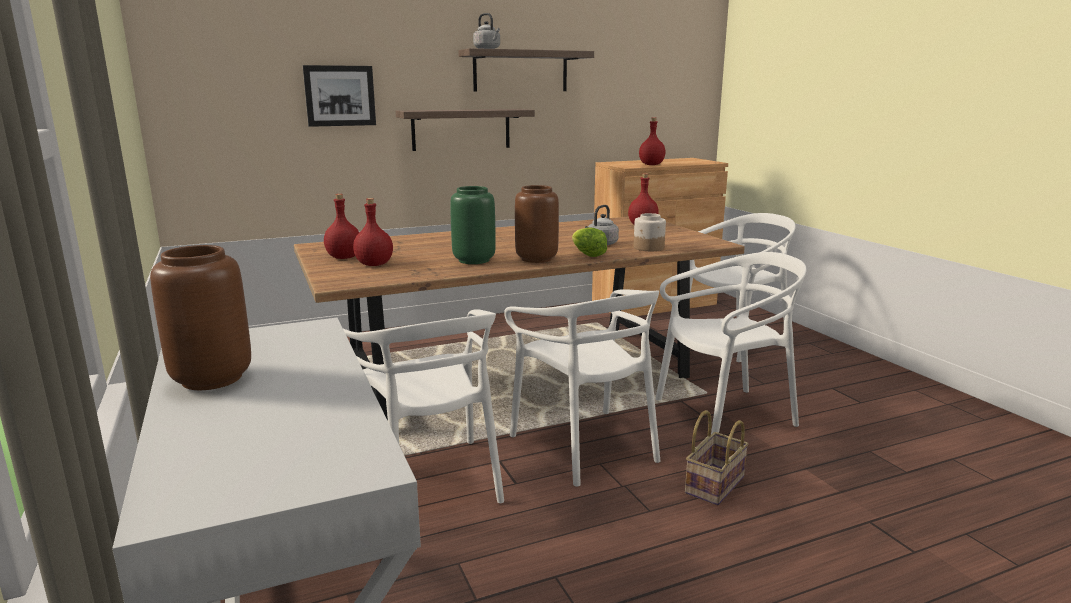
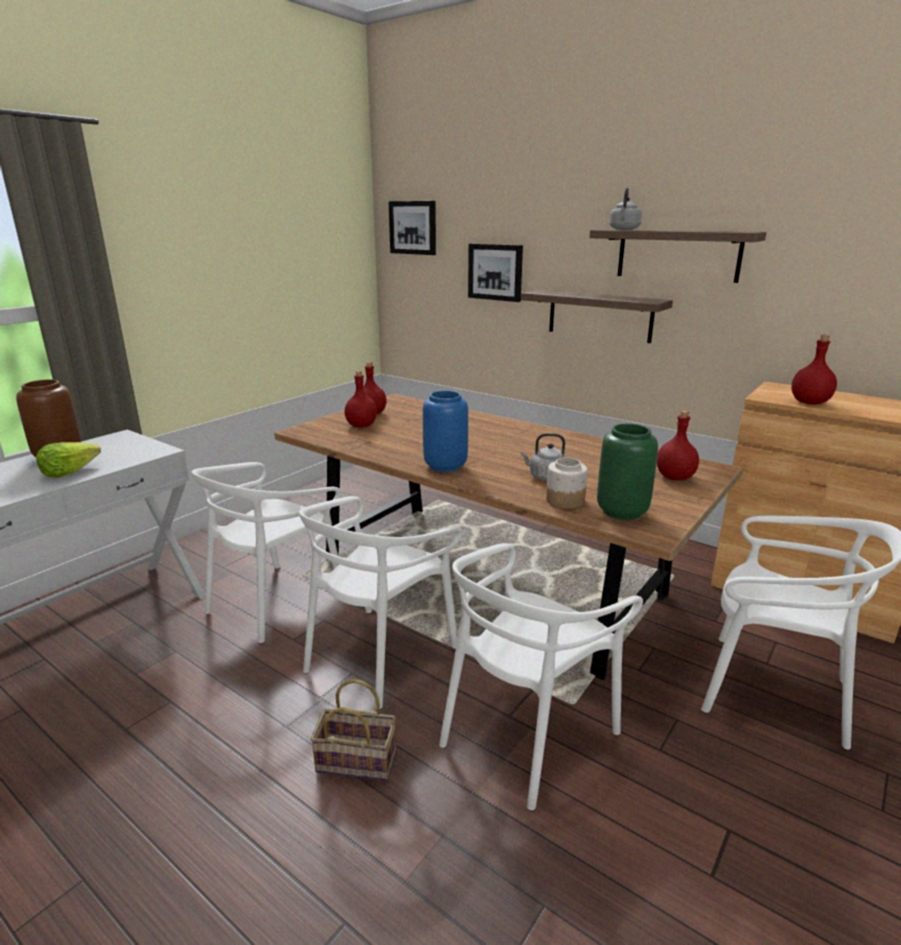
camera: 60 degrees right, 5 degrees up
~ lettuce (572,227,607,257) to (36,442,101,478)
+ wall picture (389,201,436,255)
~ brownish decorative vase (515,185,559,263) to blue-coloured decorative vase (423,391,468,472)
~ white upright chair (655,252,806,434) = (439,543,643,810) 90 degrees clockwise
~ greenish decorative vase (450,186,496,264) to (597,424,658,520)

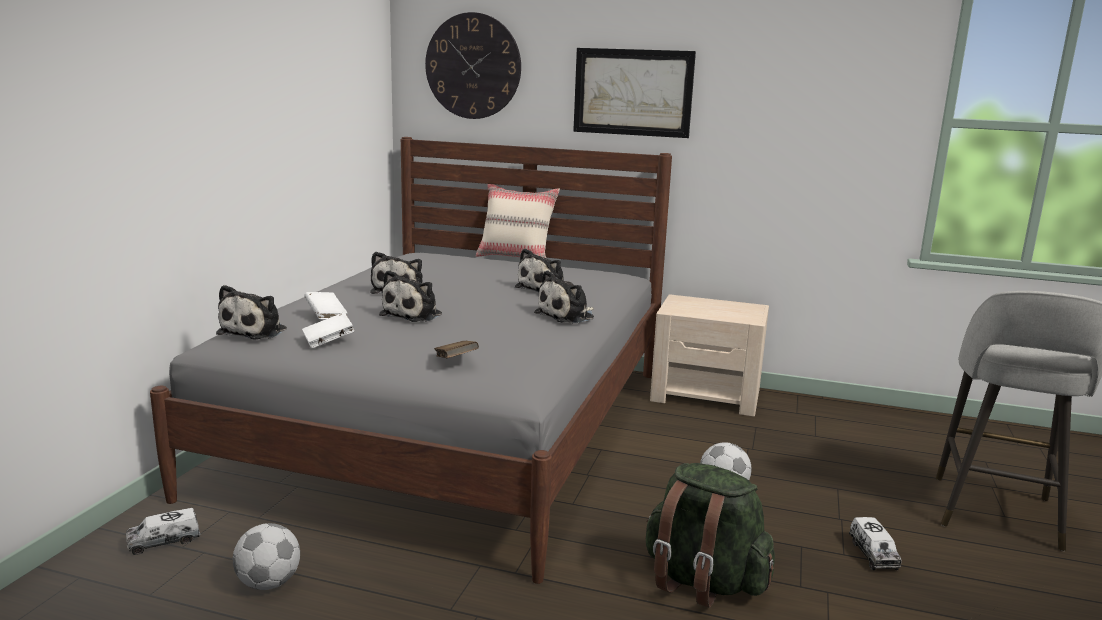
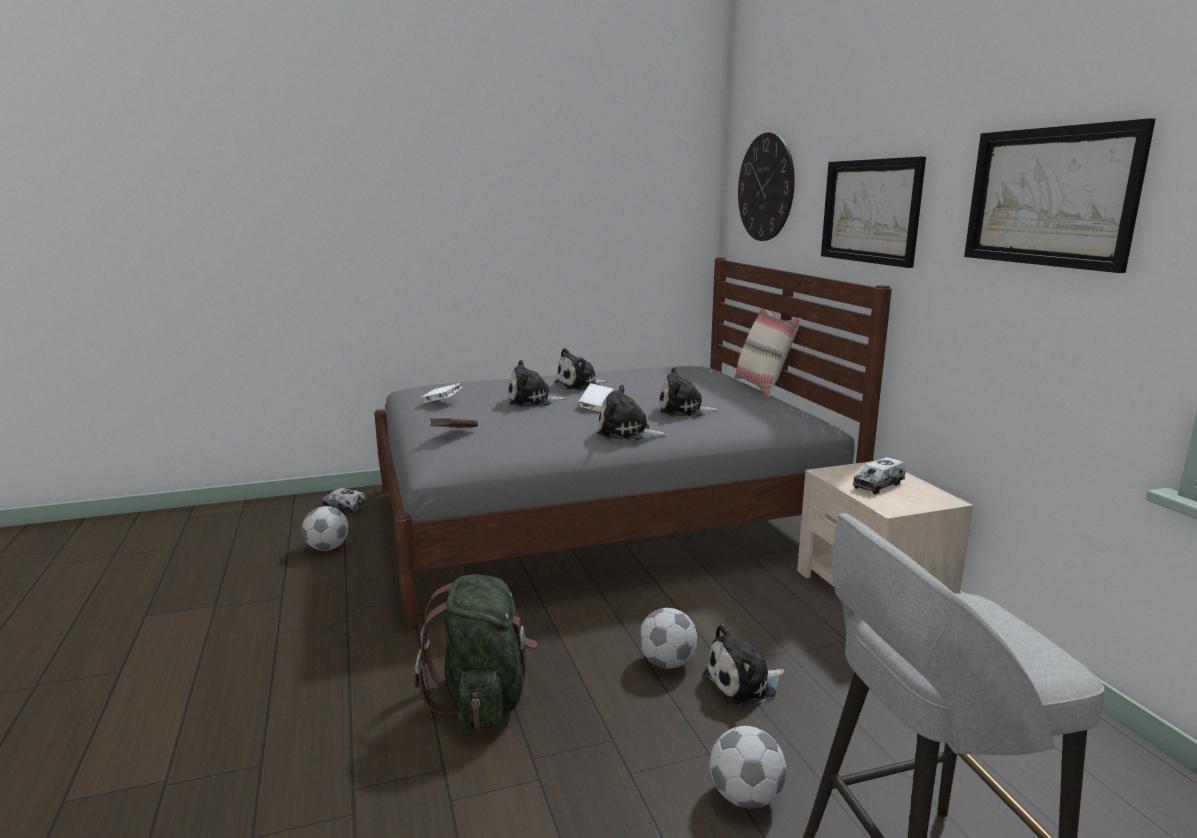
camera: 55 degrees right, 0 degrees up
~ white volume (304,292,347,319) to (577,383,613,412)
~ soft toy (216,285,287,339) to (704,624,785,707)
+ football (710,726,786,808)
~ toy truck (849,517,902,570) to (853,457,906,495)
+ wall picture (964,118,1155,273)

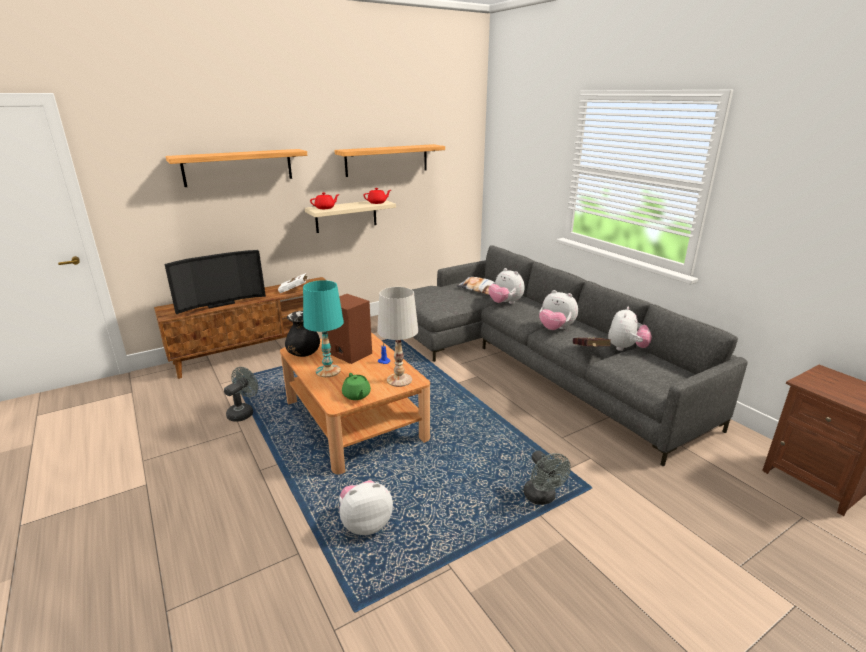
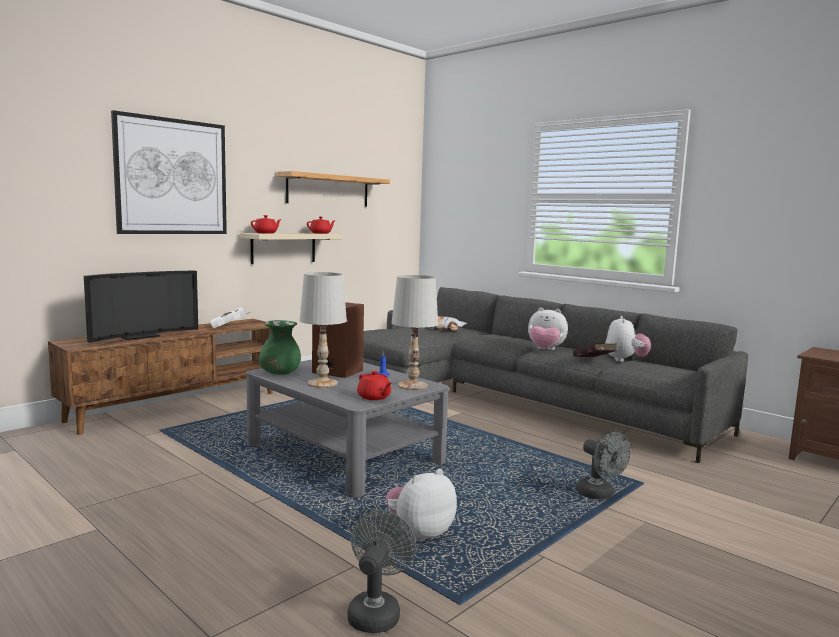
camera: 15 degrees left, 15 degrees down
~ wall shelf (166,149,307,187) to wall picture (111,110,227,234)
~ brownish lounge table (280,332,430,475) to grey lounge table (246,360,449,497)
~ blackish decorative vase (285,311,320,357) to greenish decorative vase (259,320,301,375)
~ turquoise tabletop lamp (303,280,344,377) to white tabletop lamp (299,272,347,388)
~ grey cooling fan (224,367,258,422) to (347,510,416,633)
~ greenish tea pot (342,373,371,400) to red tea pot (357,371,392,400)
- soft toy (488,268,524,304)

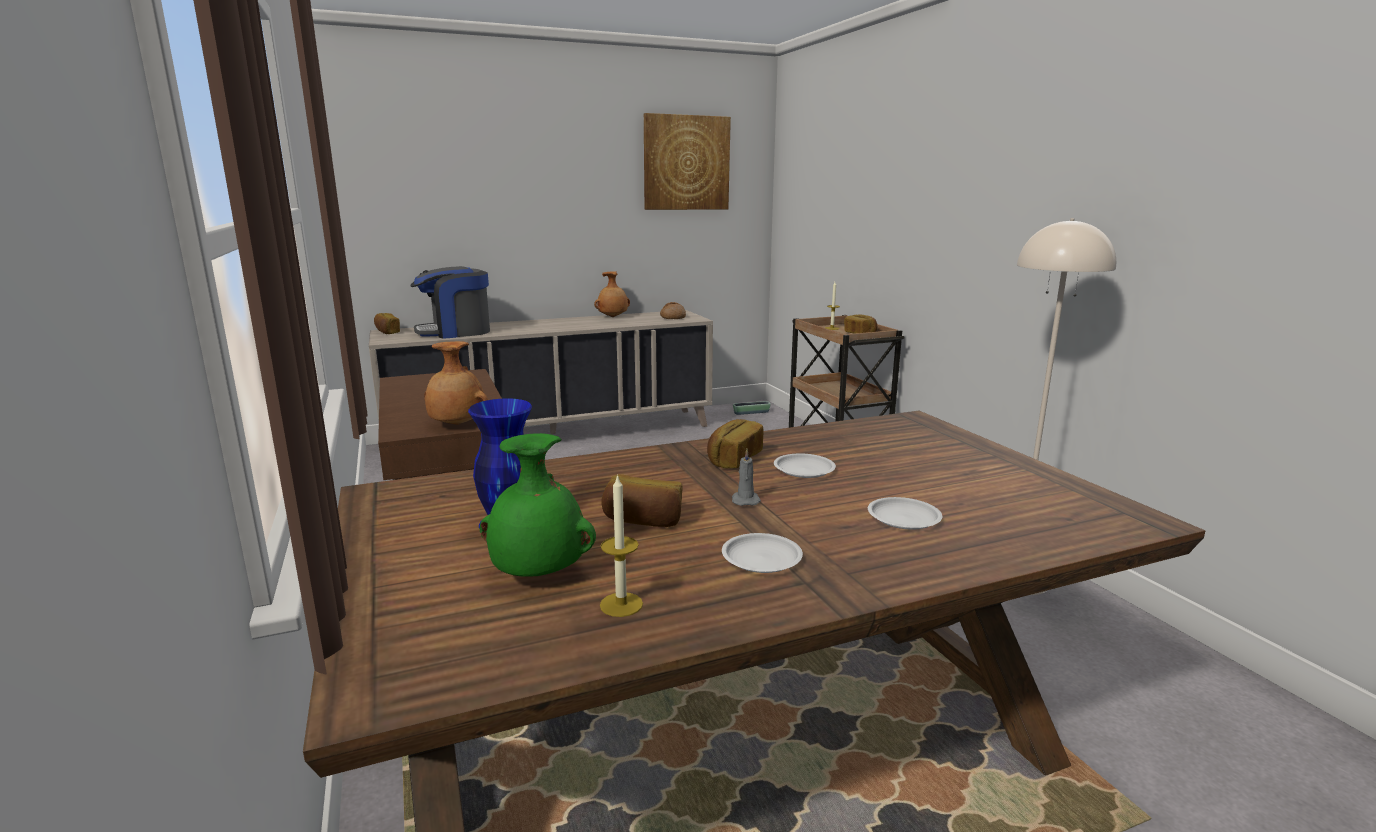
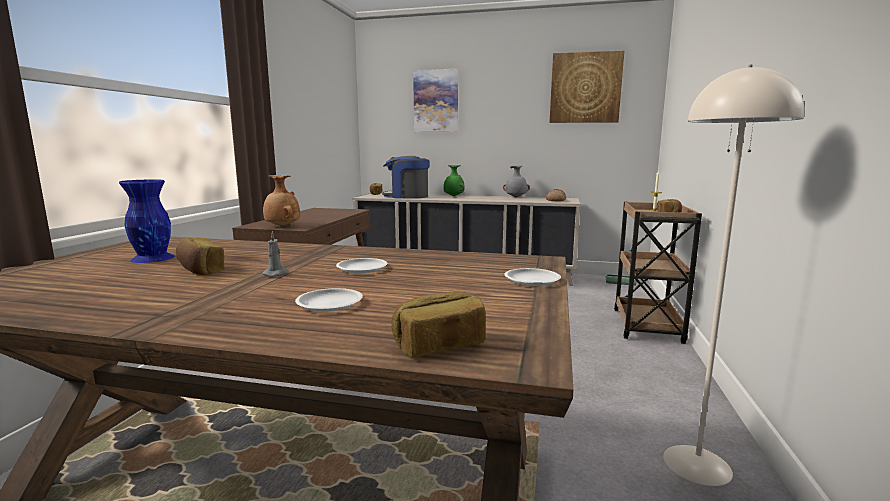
camera: 35 degrees right, 5 degrees down
~ bread (707,419,763,468) to (392,292,486,358)
+ wall picture (413,69,458,132)
~ greenish decorative vase (480,433,596,577) to (443,165,465,196)
~ brownish decorative vase (594,271,630,317) to grey decorative vase (503,166,530,197)
~ white plate (722,533,803,573) to (504,268,561,286)
- candle (600,474,643,617)

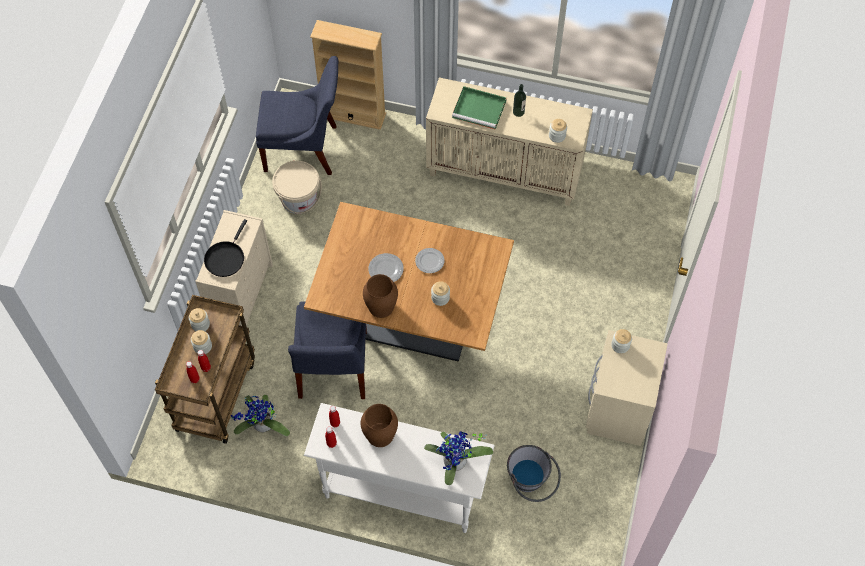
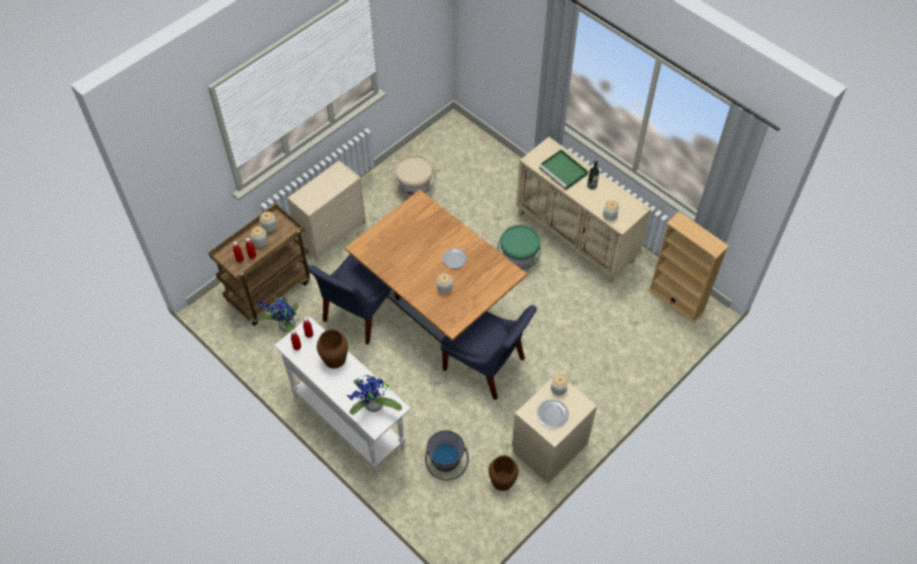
camera: 30 degrees right, 5 degrees down
~ blue-coloured upright chair (256,56,338,175) to (441,305,537,400)
~ brownish decorative vase (363,274,398,318) to (489,455,519,491)
+ greenish water bucket (498,225,541,270)
~ plate (368,253,404,282) to (537,399,569,428)
~ sand-coloured bookcase (310,20,386,130) to (648,211,729,323)
- blackish skillet (204,219,247,277)

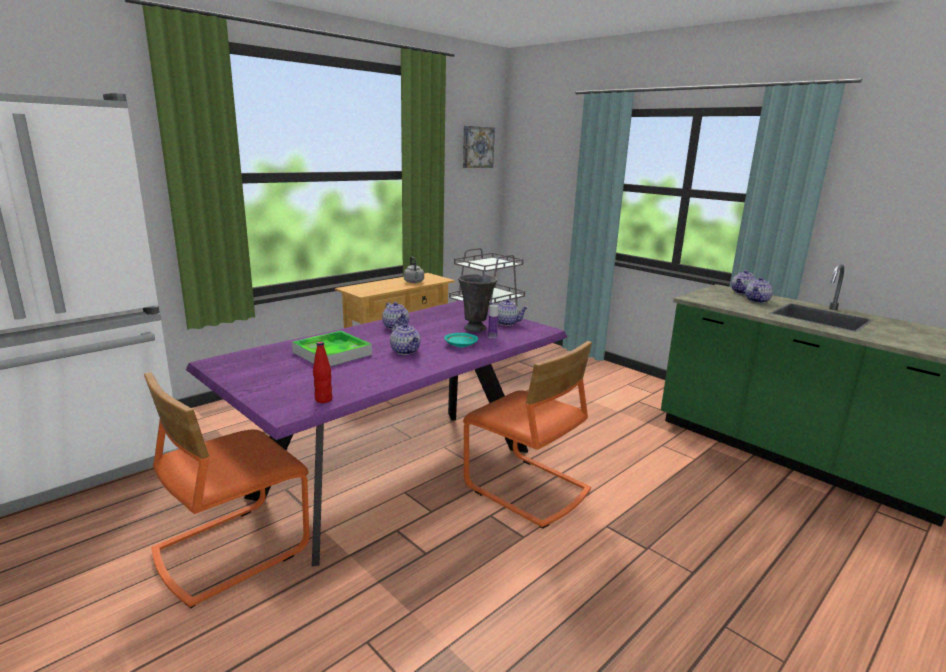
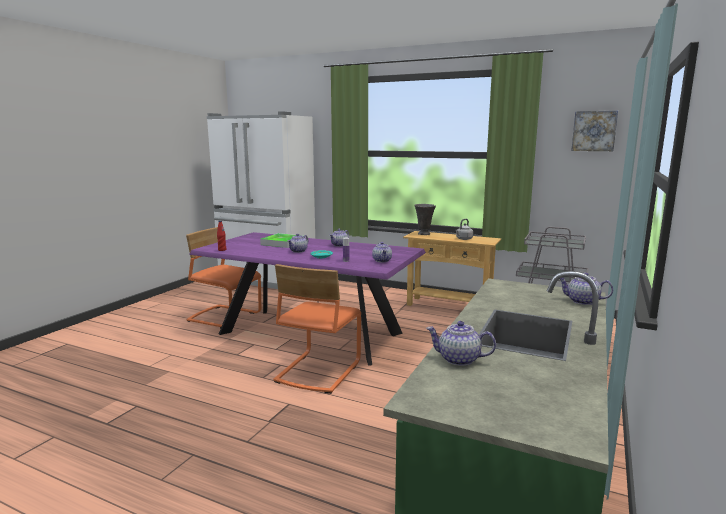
camera: 70 degrees right, 5 degrees down
~ grey decorative vase (458,274,498,332) to (414,204,436,235)
~ tea pot (745,277,773,303) to (426,321,496,366)

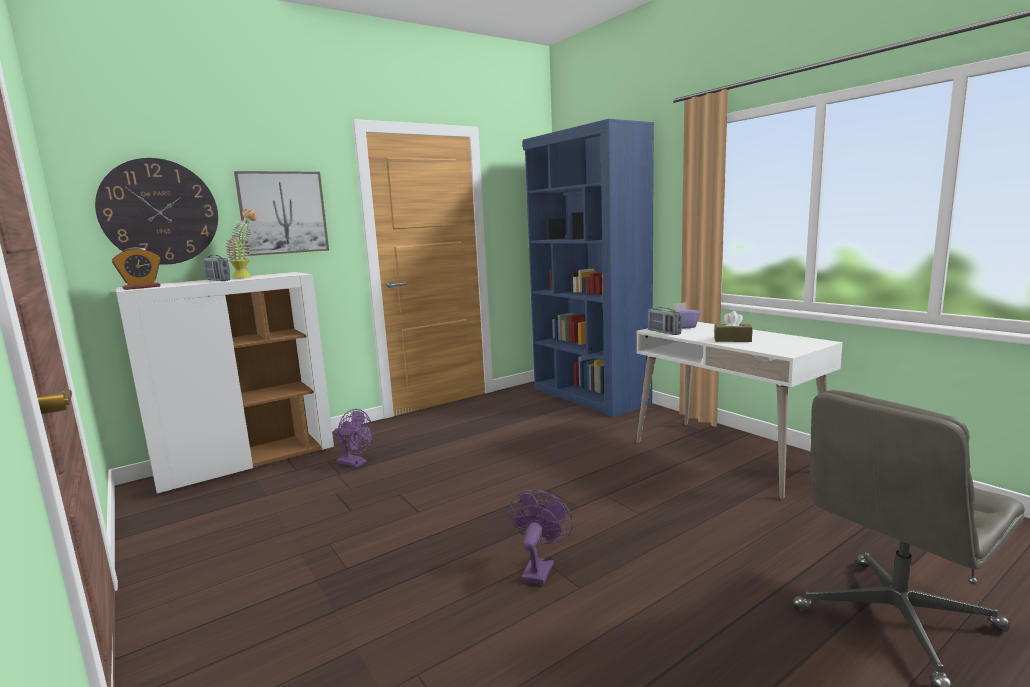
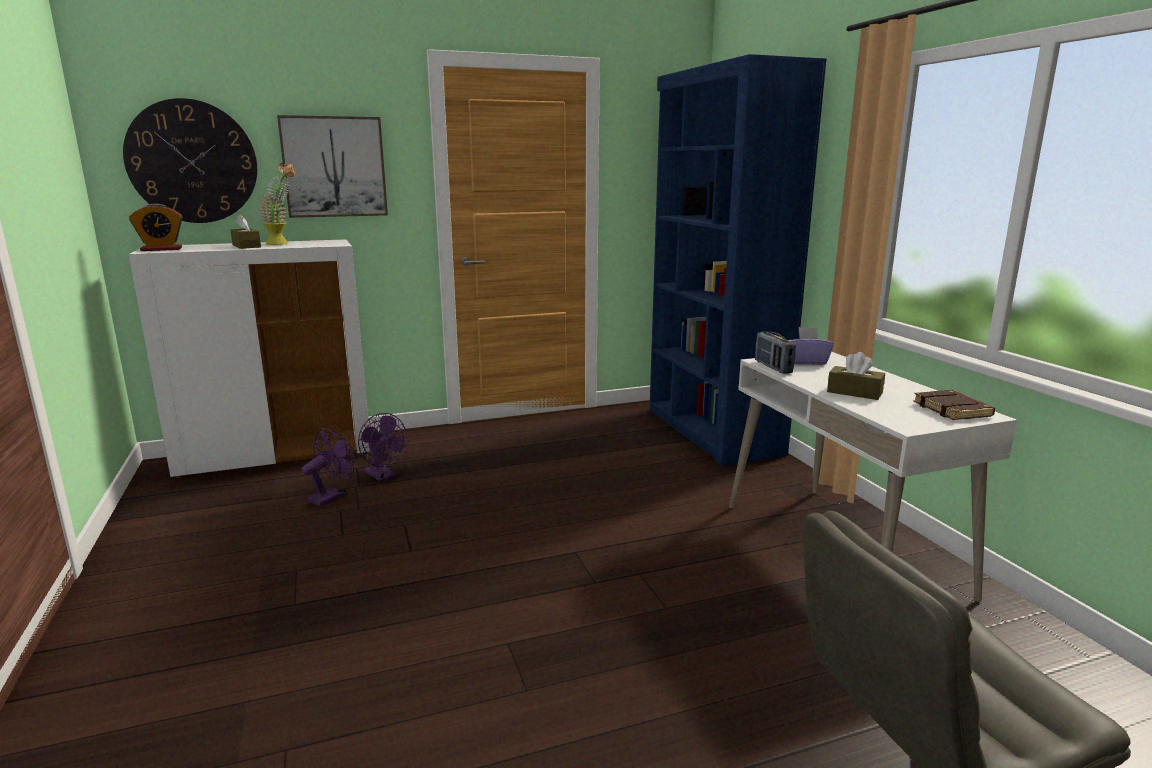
camera: 15 degrees right, 5 degrees up
~ radio receiver (203,255,230,281) to brownish tissue holder (230,214,261,249)
~ purple cooling fan (509,490,573,585) to (301,428,355,507)
+ brownish volume (913,390,995,420)

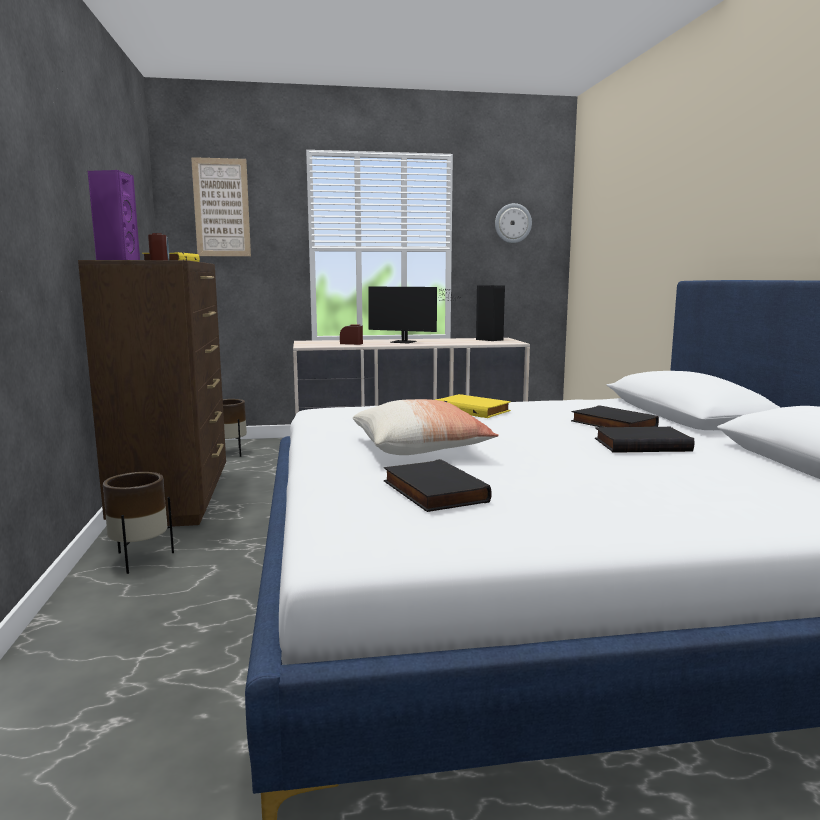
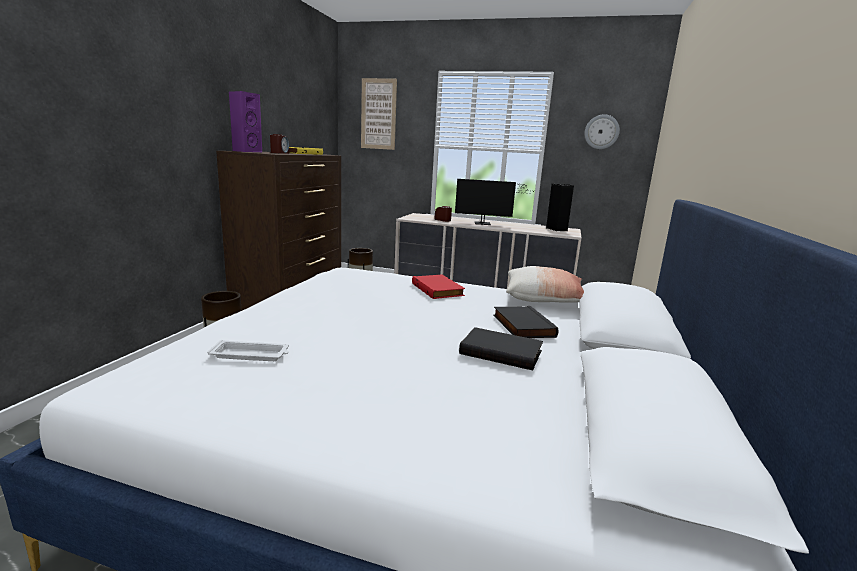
camera: 25 degrees right, 5 degrees up
~ blackish volume (384,459,492,512) to white tray (207,340,289,361)
~ yellow volume (435,394,511,418) to red volume (412,274,465,299)
~ monitor (368,287,458,343) = (455,179,533,225) 45 degrees counterclockwise
~ cushion (353,399,499,455) to (506,266,584,303)

